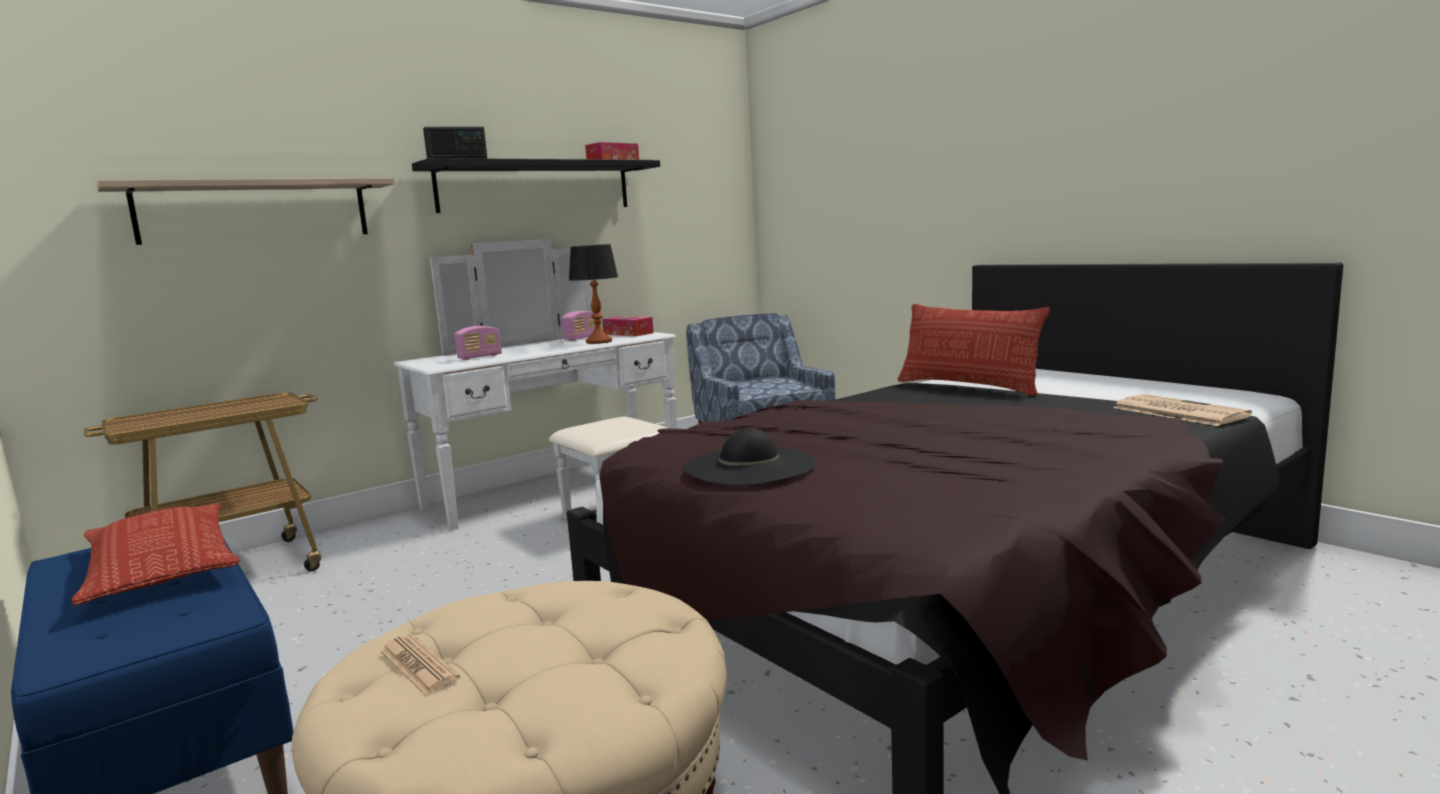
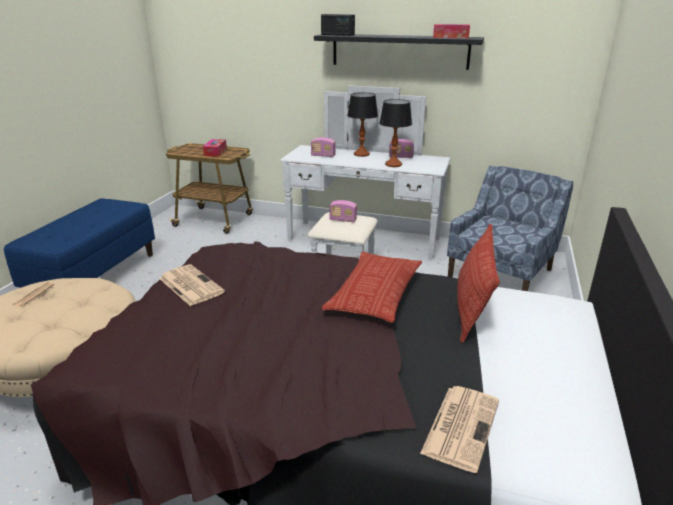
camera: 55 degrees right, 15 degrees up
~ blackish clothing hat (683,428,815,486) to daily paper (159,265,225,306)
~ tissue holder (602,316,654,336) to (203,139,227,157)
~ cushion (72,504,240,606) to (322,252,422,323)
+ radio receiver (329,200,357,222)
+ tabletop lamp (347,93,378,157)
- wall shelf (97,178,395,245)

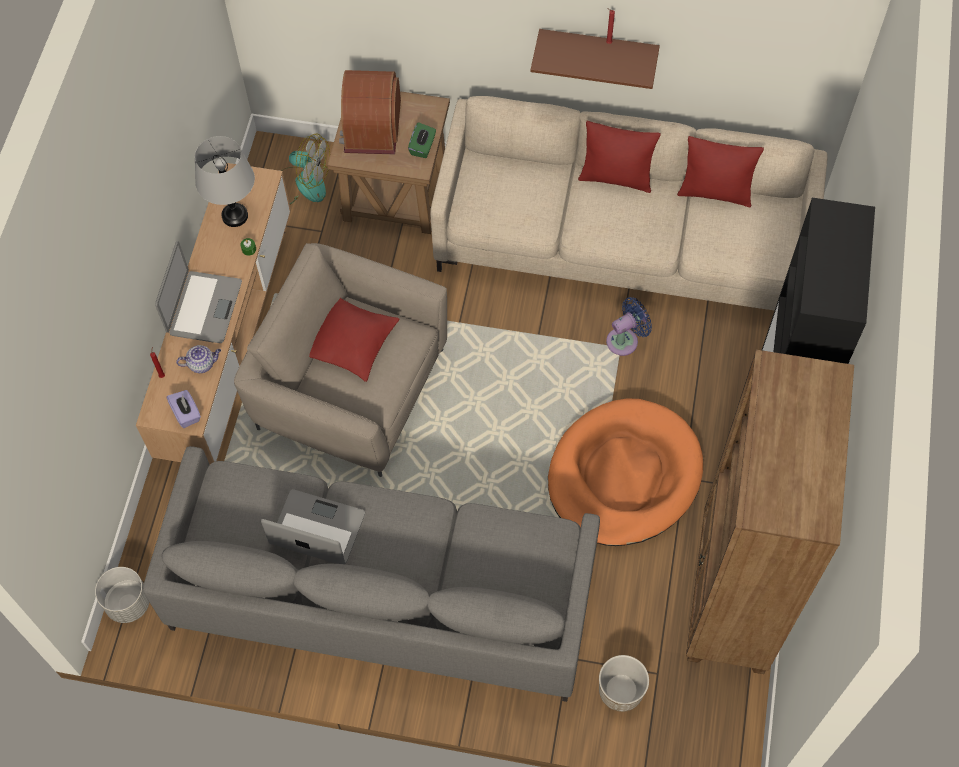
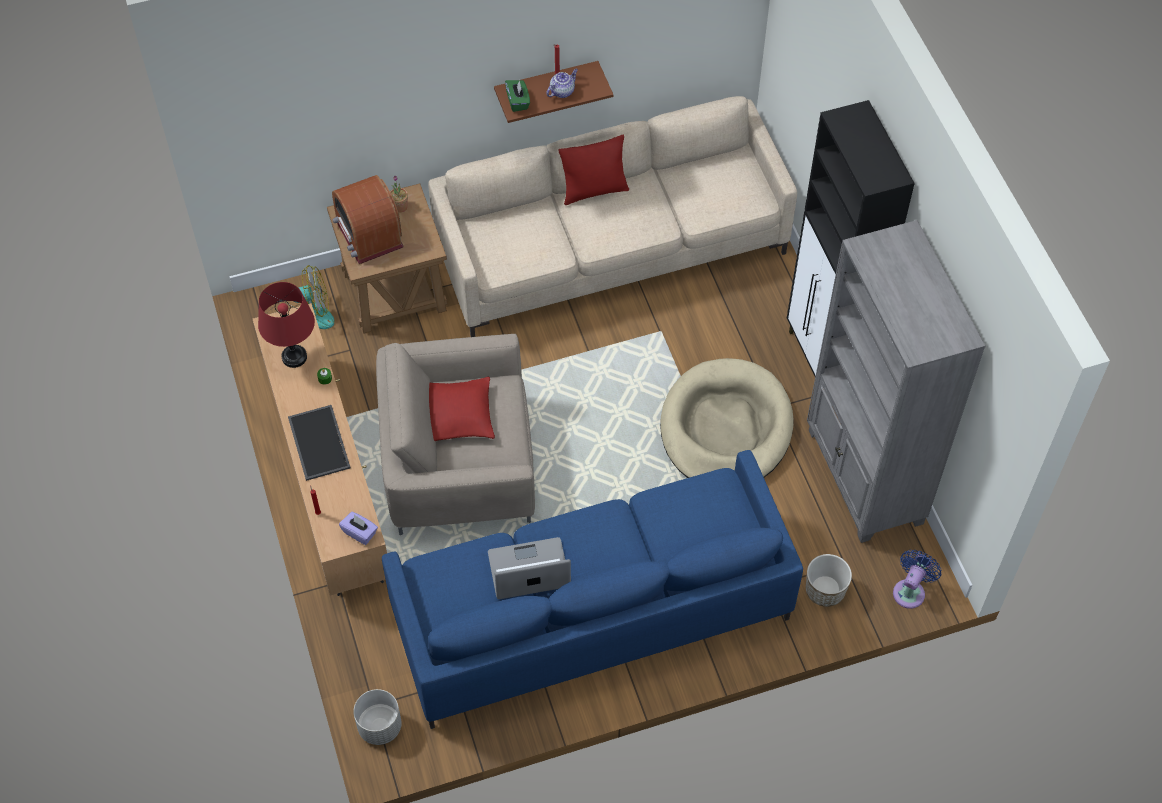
camera: 30 degrees left, 5 degrees down
~ grey tabletop lamp (195,136,255,227) to red tabletop lamp (258,282,315,368)
~ laptop (155,241,242,343) to tray (288,405,350,481)
~ grey settee (143,446,600,702) to blue-coloured settee (382,450,803,729)
+ houseplant (390,175,408,213)
~ greenish tissue holder (408,122,436,158) to (505,80,530,112)
~ tea pot (176,345,221,373) to (546,69,578,98)
~ orangey pet bed (548,399,703,546) to sand-coloured pet bed (660,358,793,478)
~ brownish bookcase (686,350,854,674) to grey bookcase (807,220,986,543)
~ blue-coloured cooling fan (606,297,652,356) to (893,550,942,609)
- red cushion (677,136,764,207)

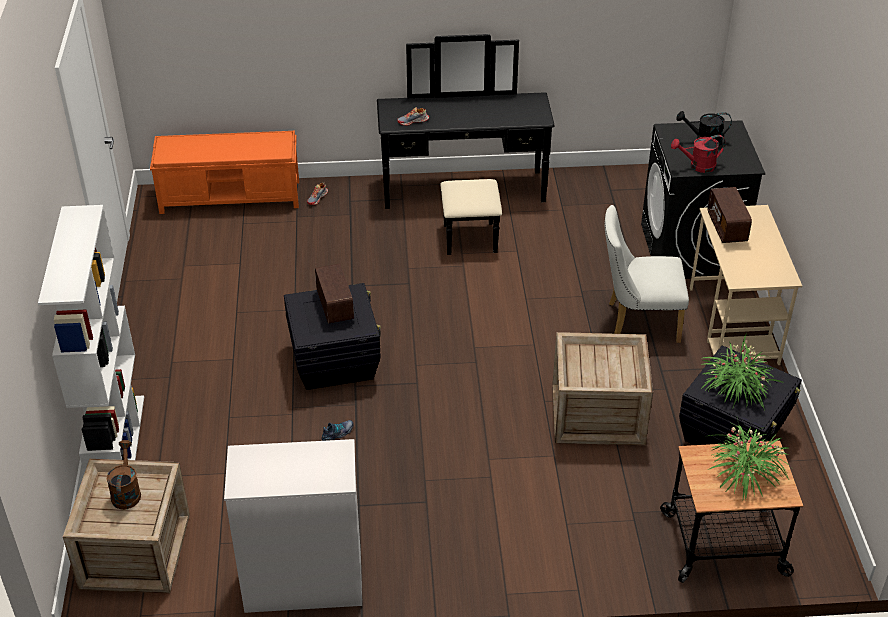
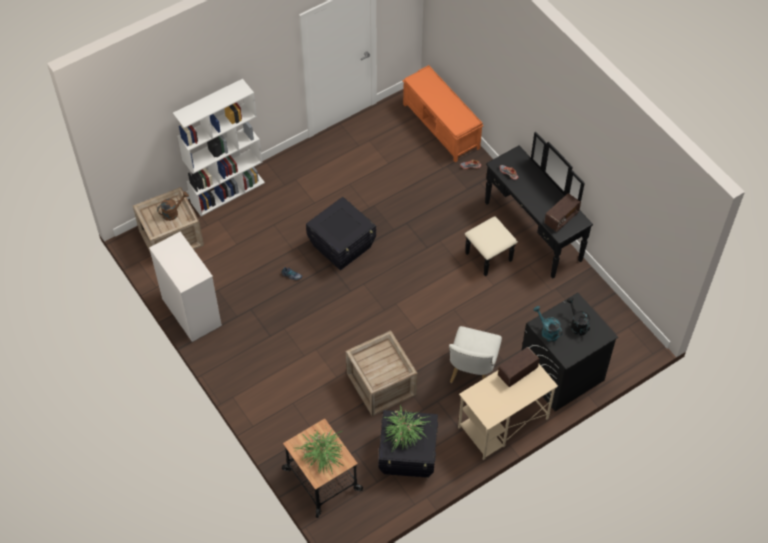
camera: 60 degrees right, 15 degrees up
~ white upright chair (605,205,689,343) = (449,326,502,383) 135 degrees counterclockwise
~ red sprinkling can (671,135,726,173) to turquoise sprinkling can (533,306,563,342)
~ radio receiver (315,263,354,324) to (544,193,581,232)

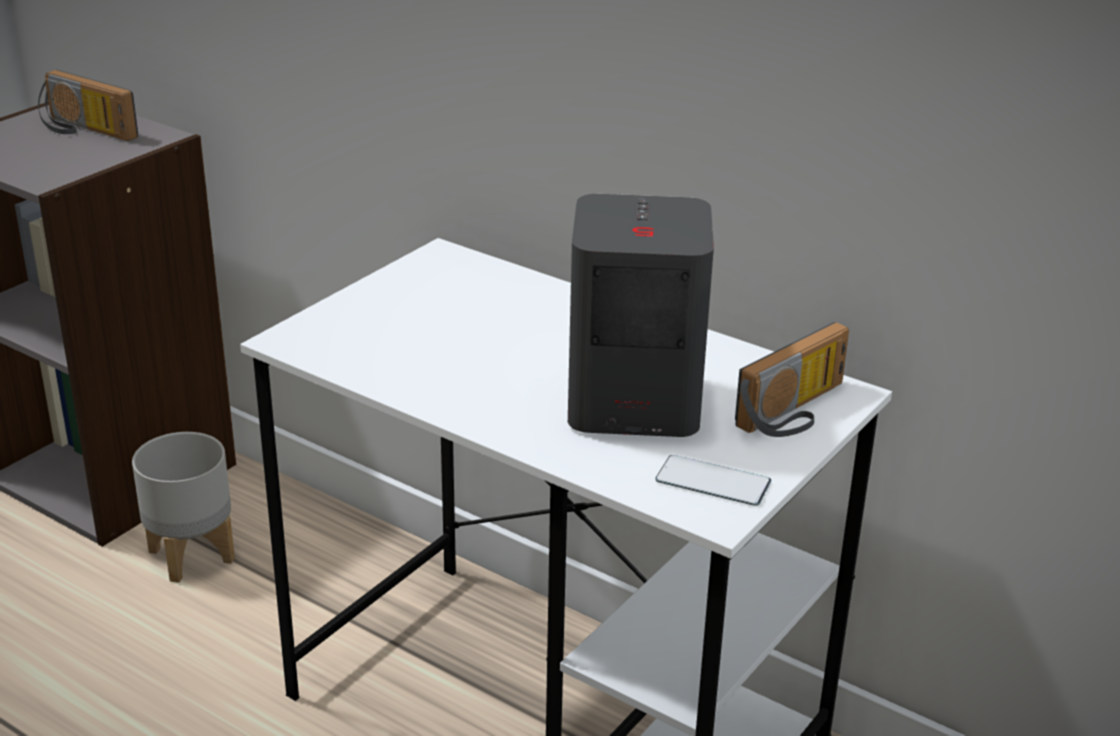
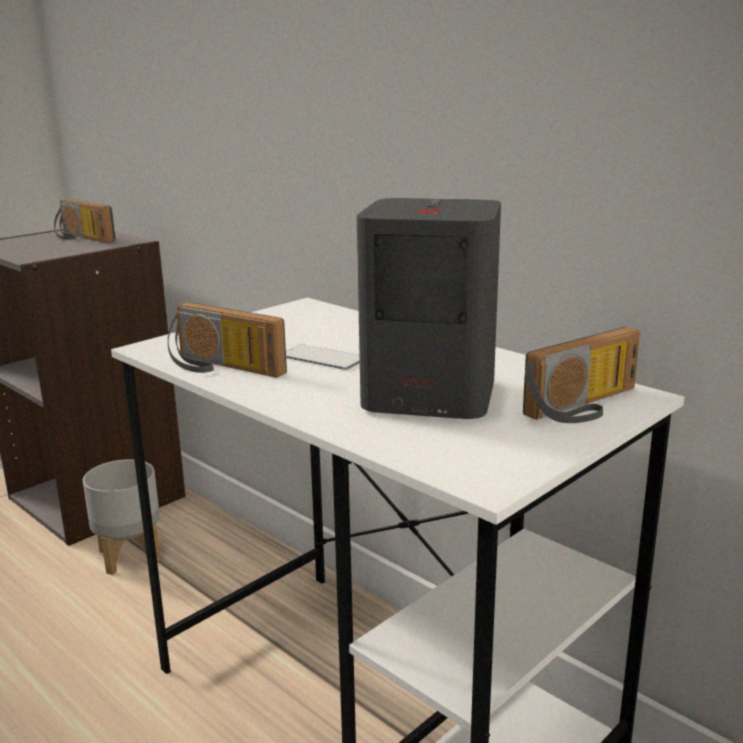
camera: 10 degrees right, 10 degrees down
+ radio receiver (168,302,287,378)
~ telephone (655,455,771,506) to (286,344,360,370)

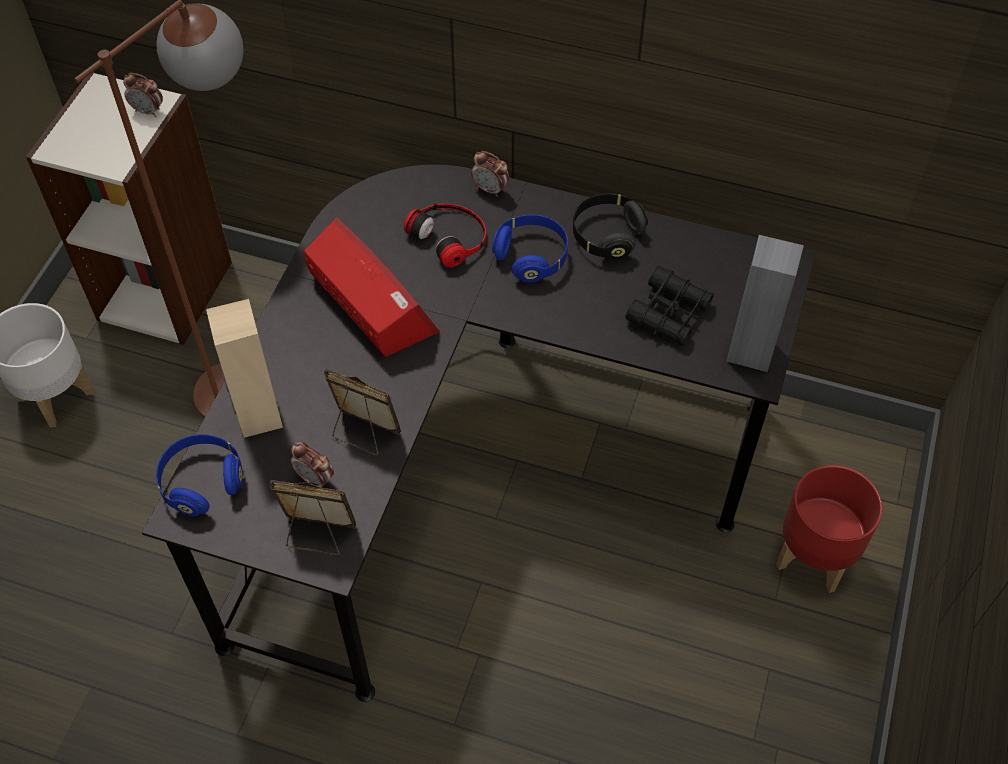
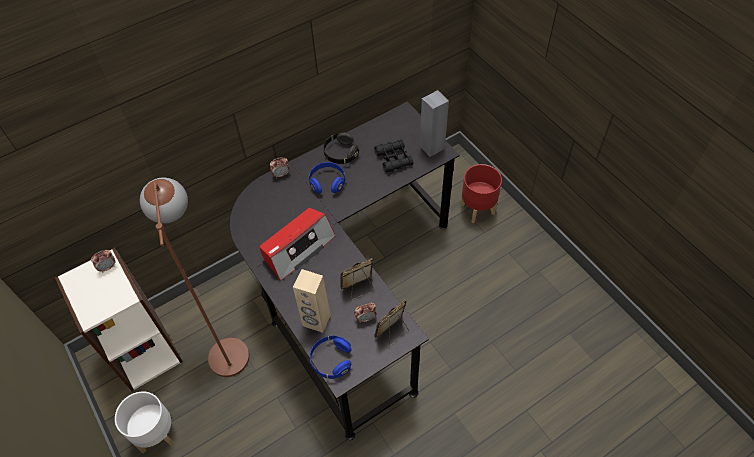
camera: 50 degrees left, 0 degrees up
~ radio receiver (304,217,440,357) = (259,208,336,281) 135 degrees clockwise
- headphones (404,204,486,267)

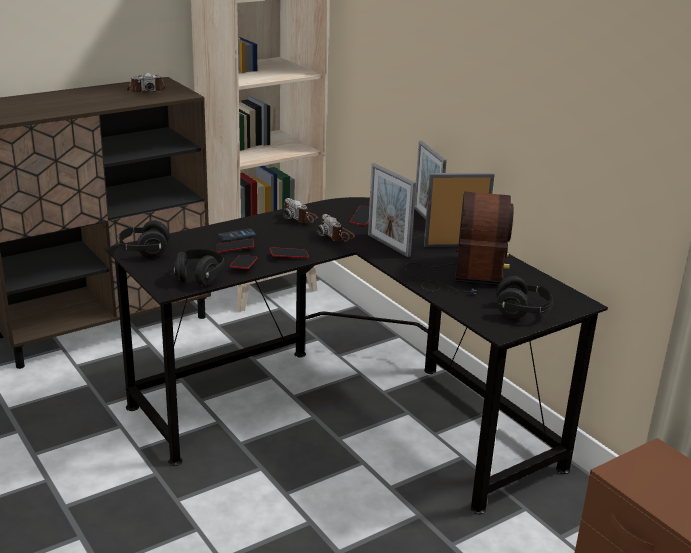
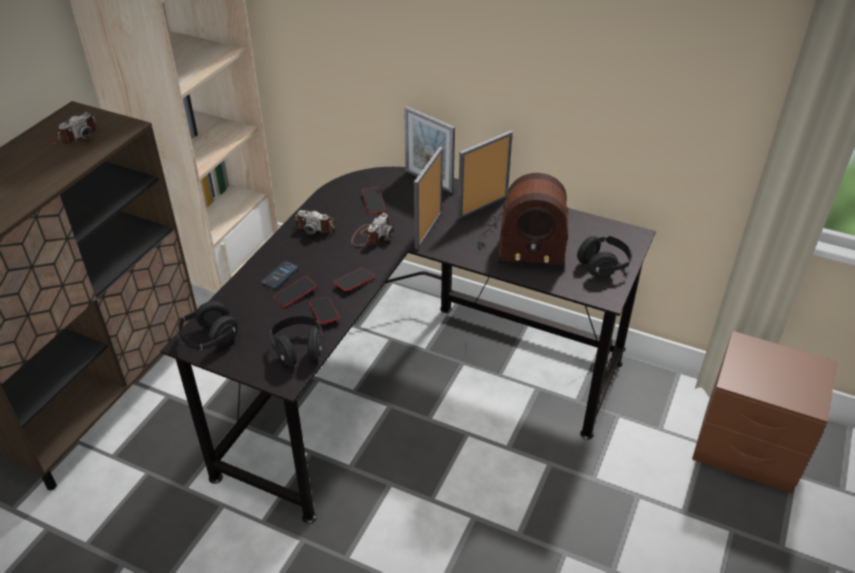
camera: 30 degrees left, 15 degrees up
~ still camera (317,214,355,242) = (351,213,394,246) 90 degrees counterclockwise
~ standing frame (368,163,416,257) = (414,146,443,249) 90 degrees clockwise
~ radio receiver (405,192,514,295) = (477,173,568,269) 120 degrees clockwise

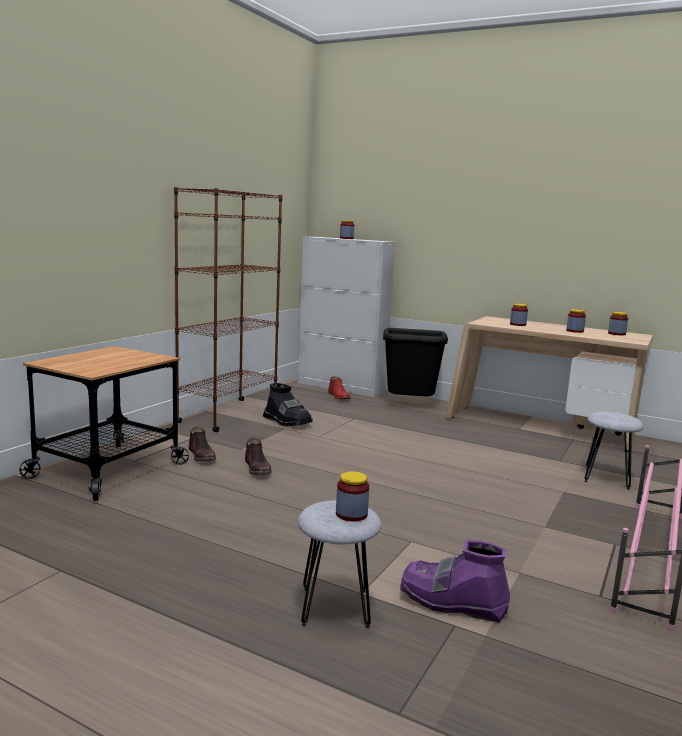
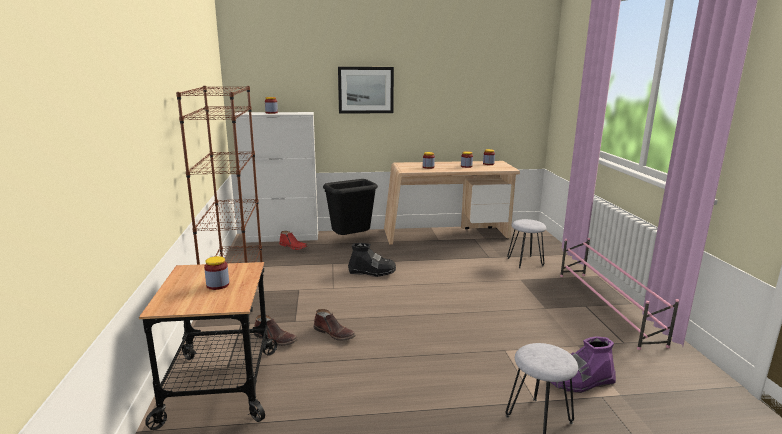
camera: 35 degrees left, 5 degrees up
~ storage jar (336,471,369,521) to (204,256,229,290)
+ wall picture (338,67,394,114)
~ blackish boot (263,383,313,426) to (348,243,396,277)

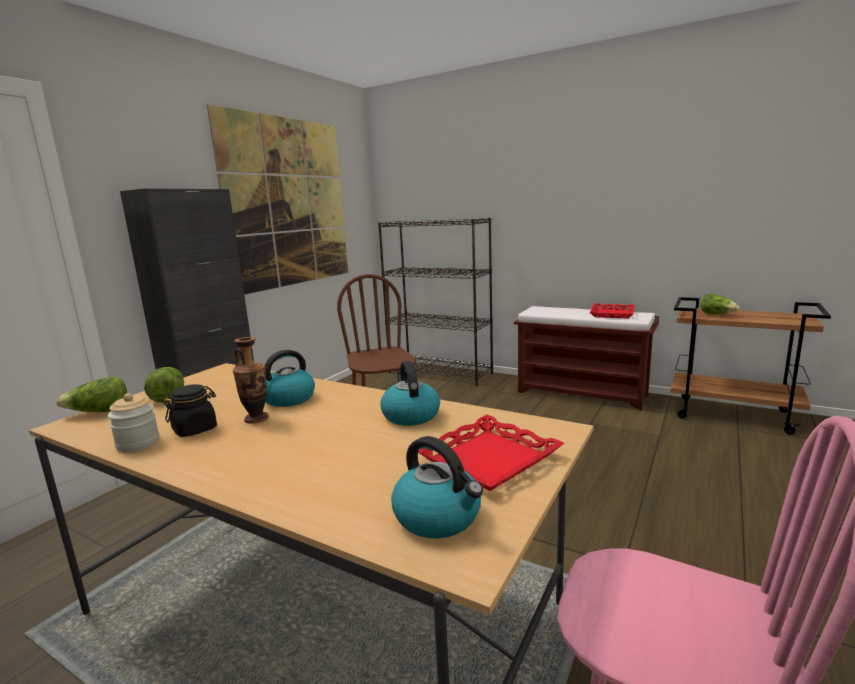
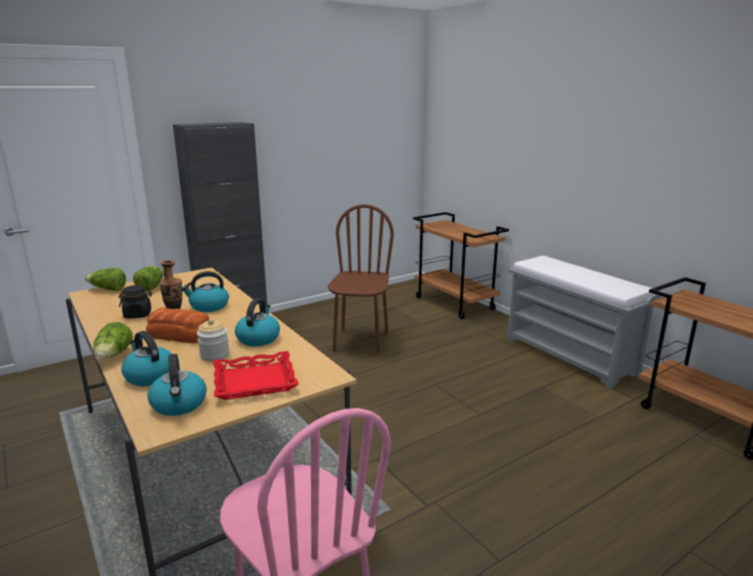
camera: 25 degrees right, 5 degrees up
~ lettuce (700,293,740,314) to (93,322,133,359)
+ water kettle (122,331,172,386)
+ bread (146,308,209,343)
~ storage jar (108,393,159,452) to (197,319,230,361)
~ blackish bookcase (378,218,493,386) to brownish cart (413,212,509,319)
~ brownish long seat (514,306,659,411) to grey long seat (507,256,661,389)
- wall picture (207,104,348,295)
- red tray (590,303,635,319)

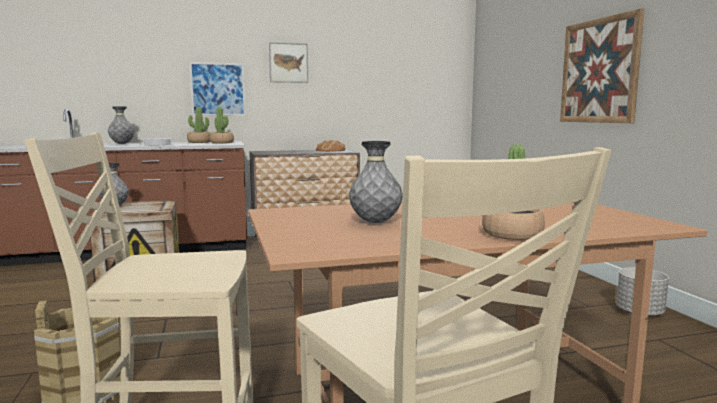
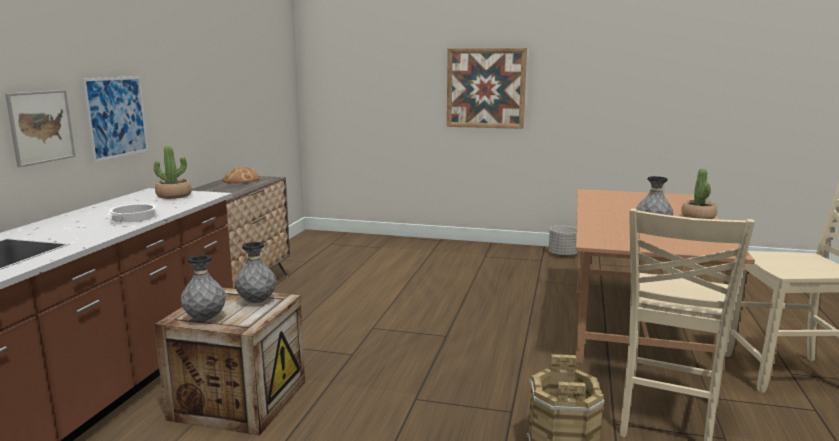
camera: 60 degrees left, 5 degrees up
~ wall picture (269,42,308,83) to (5,90,75,167)
~ grey decorative vase (108,106,135,144) to (235,242,276,303)
- houseplant (187,107,210,143)

